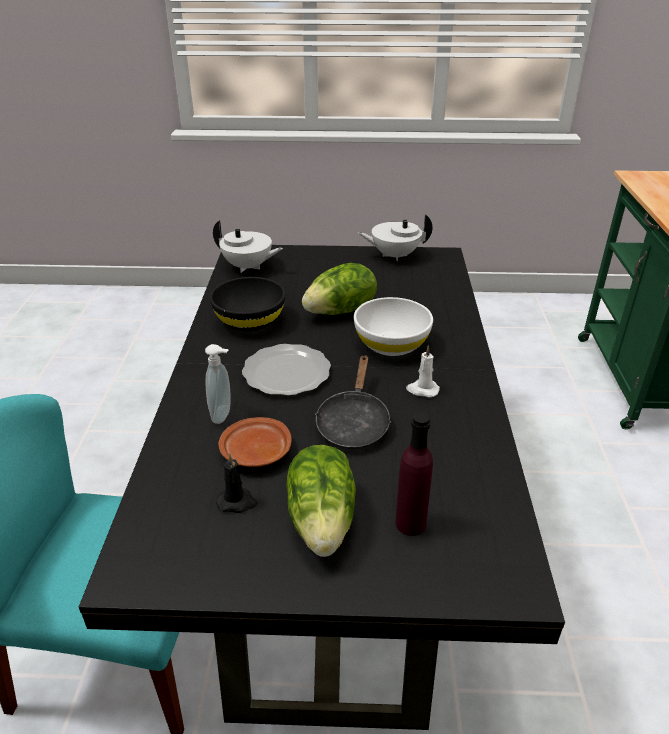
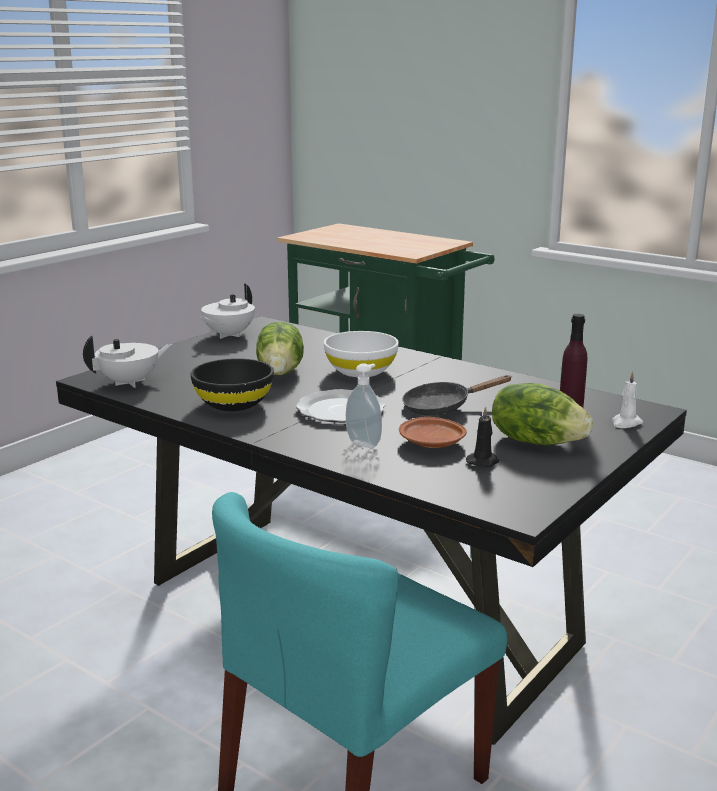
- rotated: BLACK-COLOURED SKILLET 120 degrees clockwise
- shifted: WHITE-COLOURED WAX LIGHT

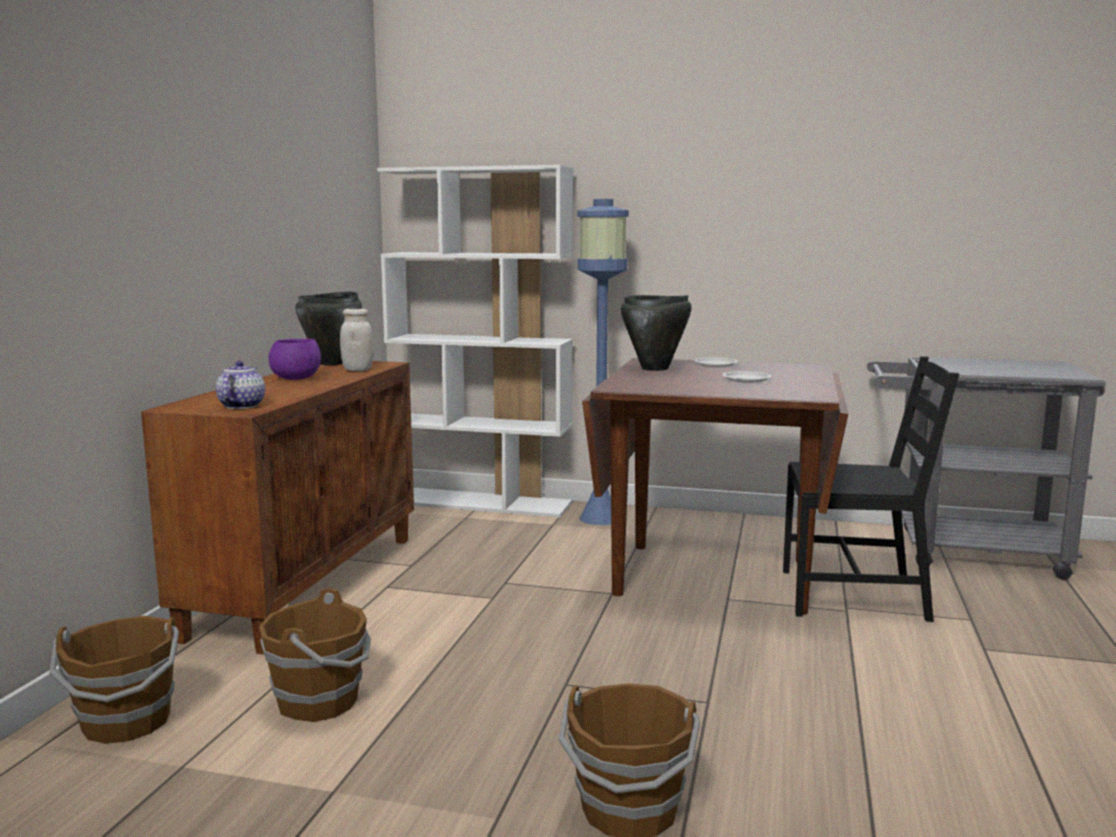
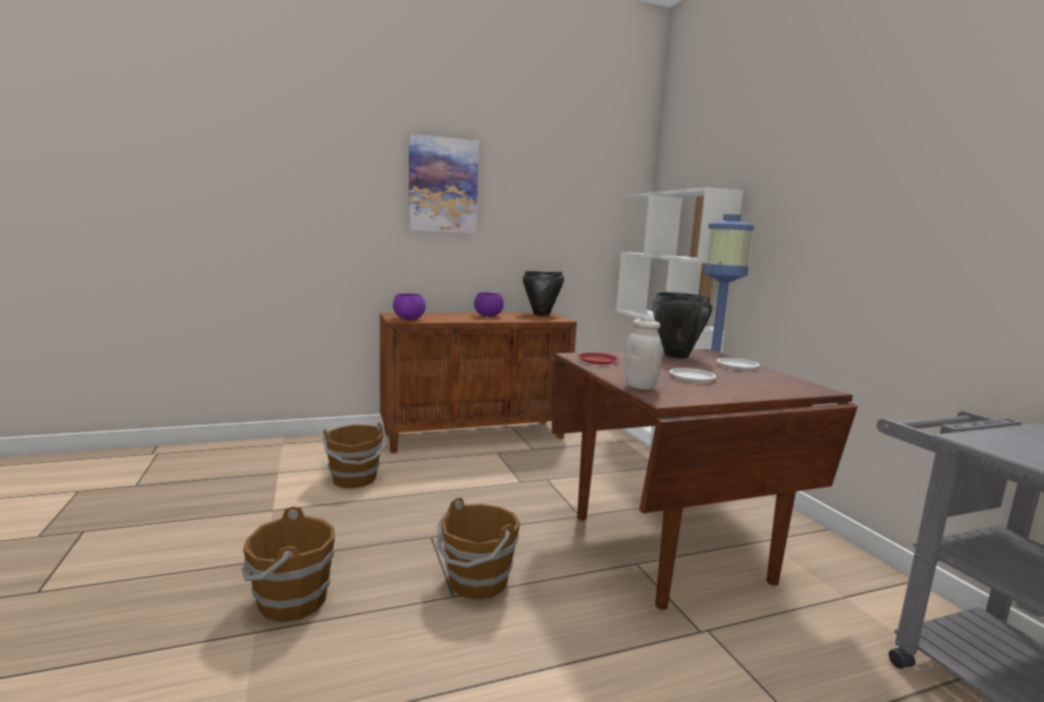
- shifted: BROWNISH BUCKET (no. 1 from left in the first image) to BROWNISH BUCKET (no. 3 from left)
- swapped: POT FOR TEA to PURPLE-COLOURED BOWL (no. 1 from left)
- shifted: WHITE-COLOURED PRESERVE JAR
- gone: BLACK-COLOURED PLAIN CHAIR
- new: PICTURE
- new: REDDISH PLATE

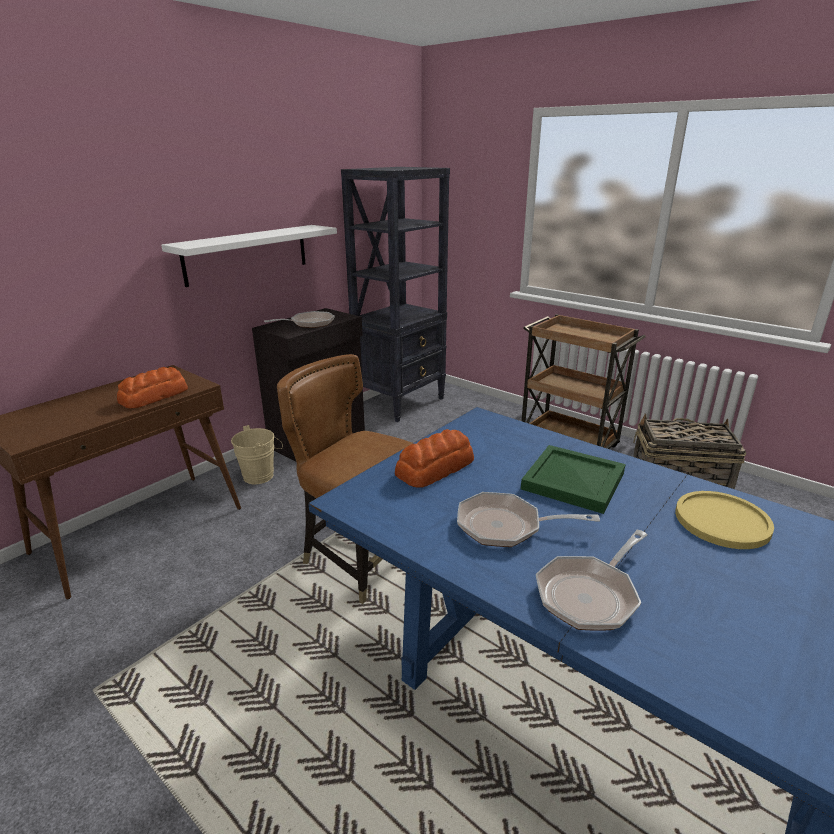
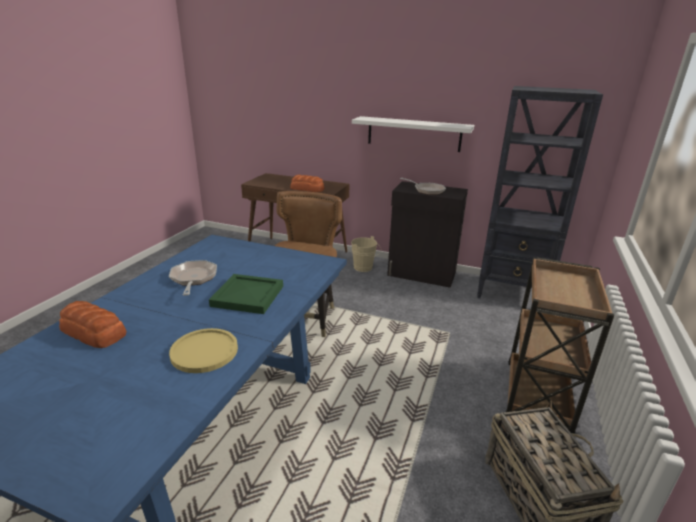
- shifted: BAKED BREAD (no. 2 from left in the first image) to BAKED BREAD (no. 1 from left)
- gone: SKILLET (no. 3 from left)

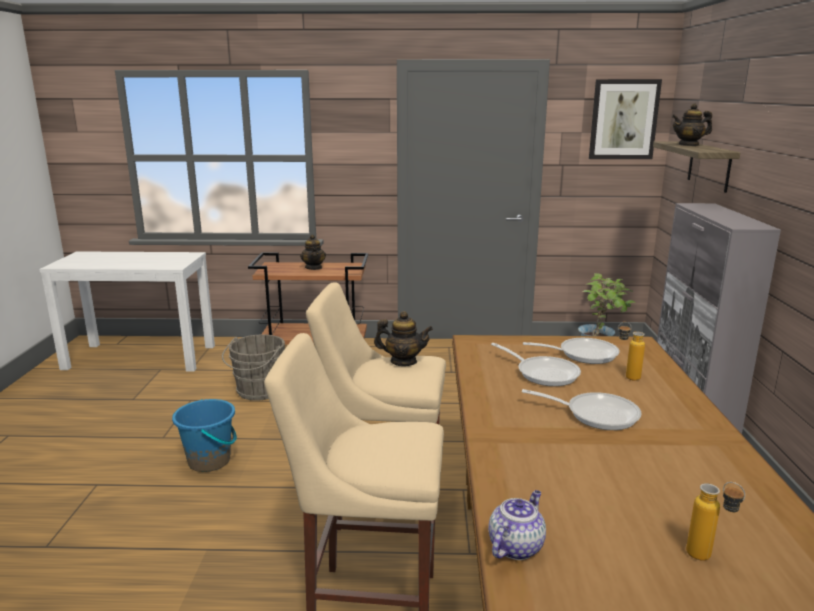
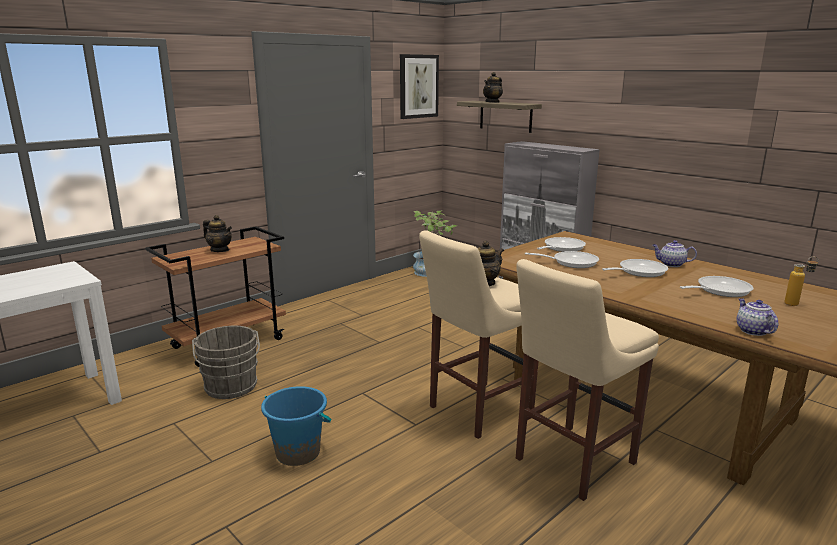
- gone: BEVERAGE BOTTLE (no. 1 from left)
- new: POT FOR TEA (no. 4 from left)
- new: SKILLET (no. 4 from left)

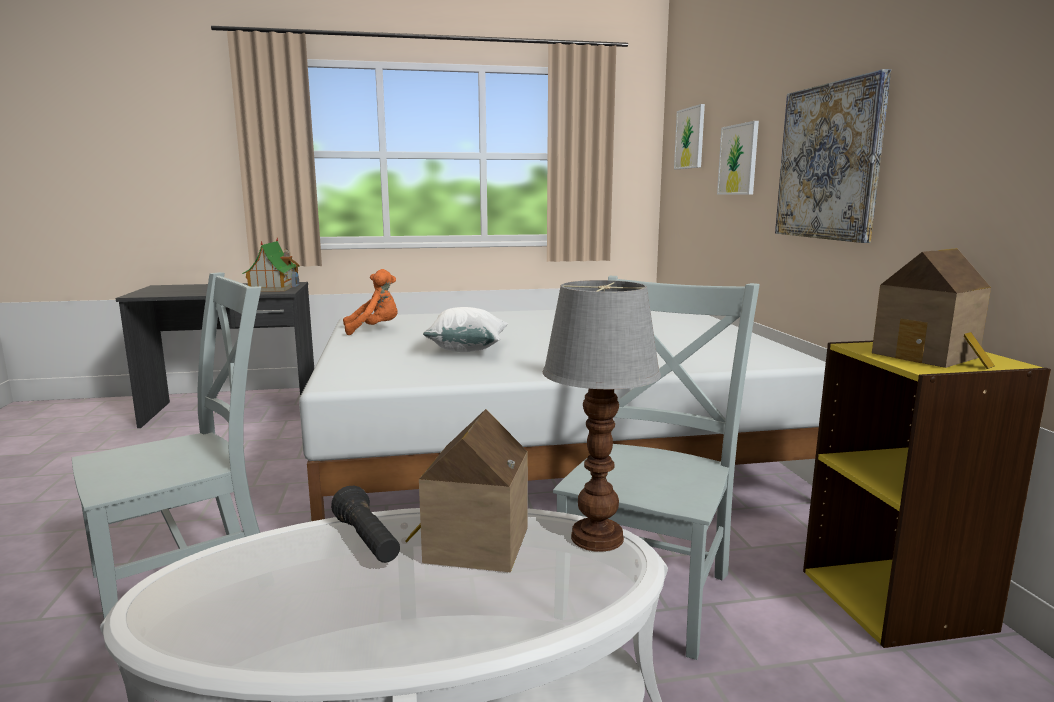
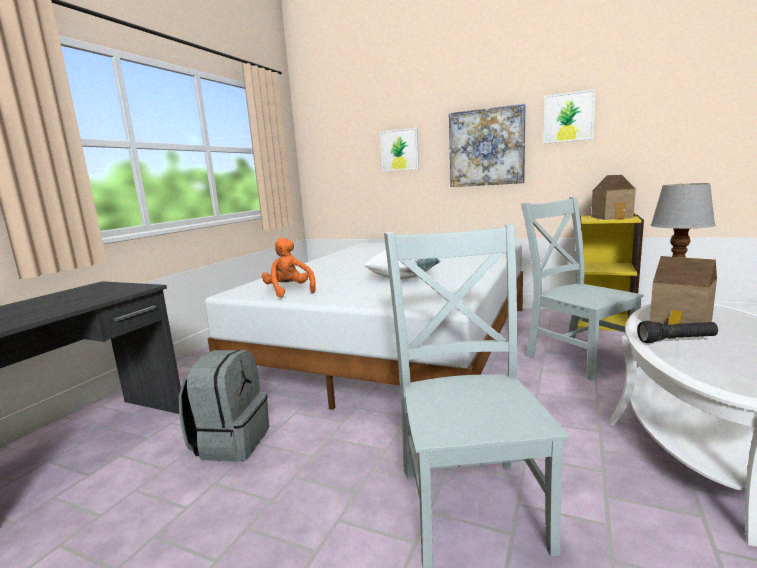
- gone: TOY HOUSE (no. 1 from left)
- rotated: ORANGEY CUDDLY TOY 45 degrees counterclockwise
- shifted: PICTURE (no. 1 from left in the first image) to PICTURE (no. 3 from left)
- new: GRAY RUCKSACK

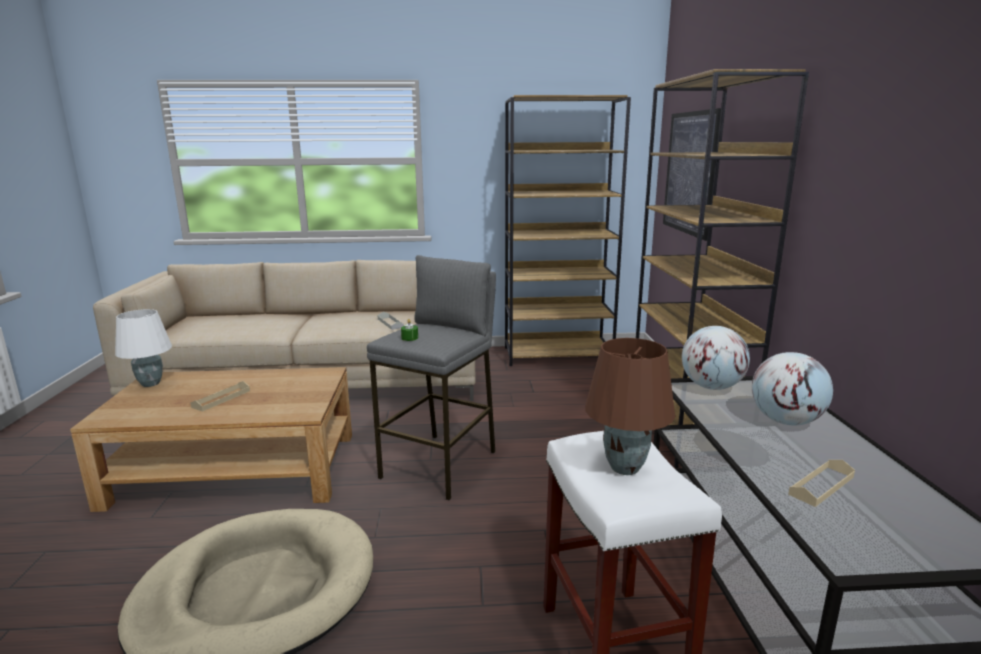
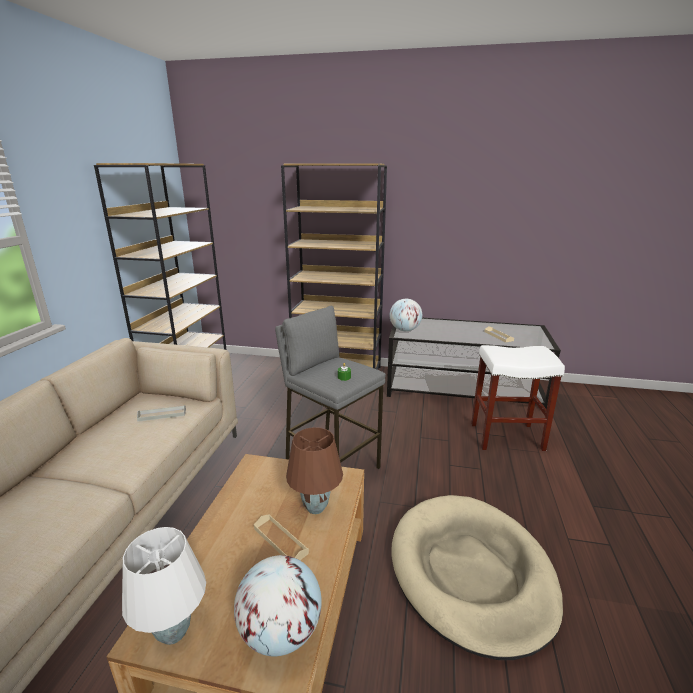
- shifted: BROWNISH TABLE LAMP
- gone: PICTURE
- shifted: WORLD GLOBE (no. 2 from left in the first image) to WORLD GLOBE (no. 1 from left)

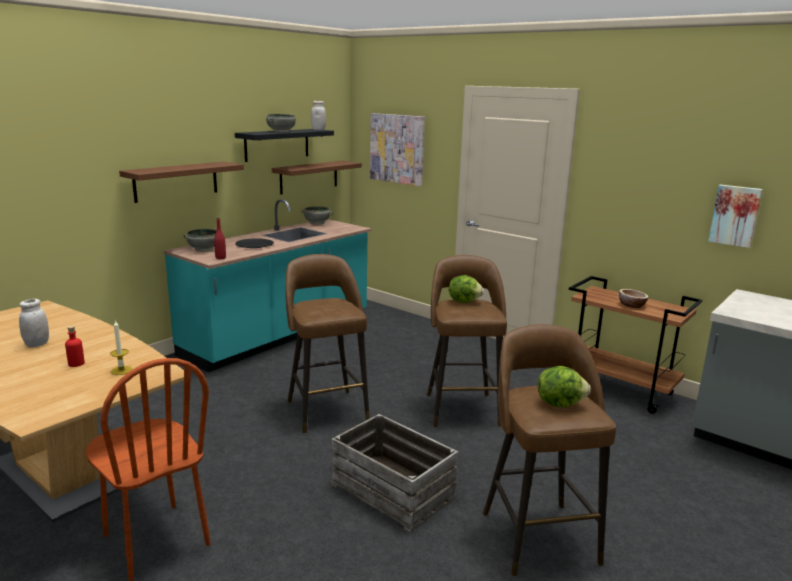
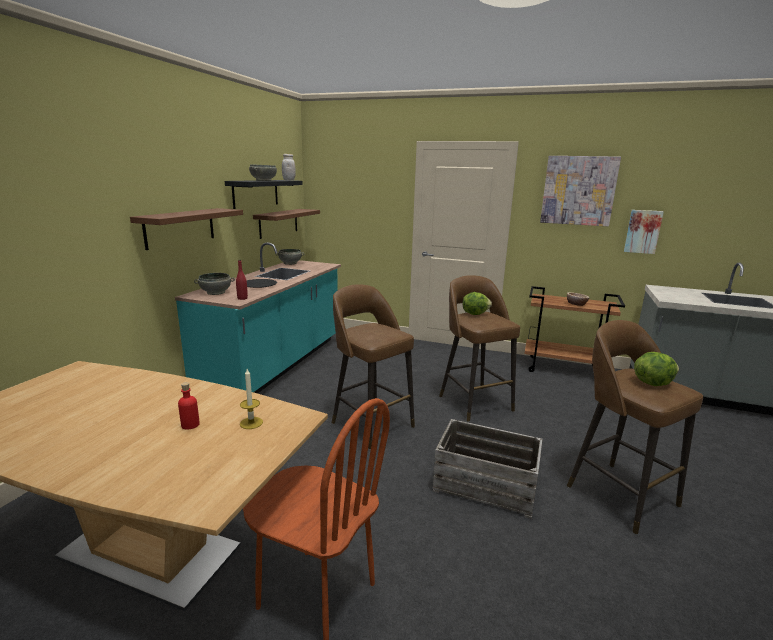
- gone: WHITE-COLOURED PRESERVE JAR (no. 1 from left)
- shifted: PICTURE (no. 1 from left)

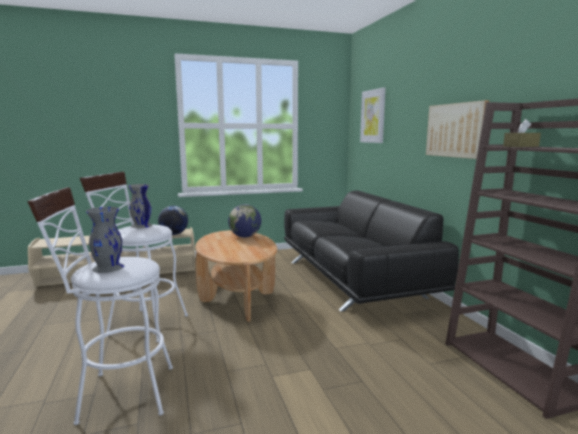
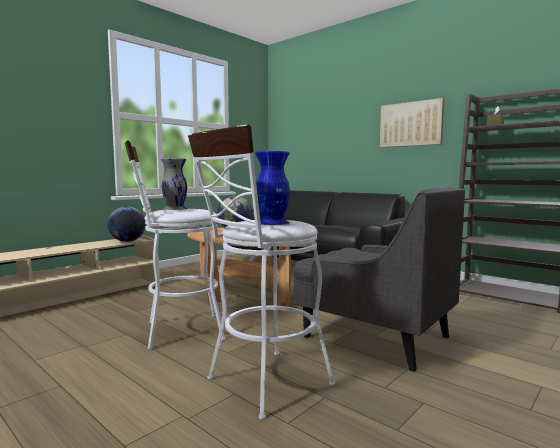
- repainted: GRAY VASE (no. 1 from left) to BLUE-COLOURED VASE
- gone: PICTURE (no. 1 from left)
- new: GRAY EASY CHAIR

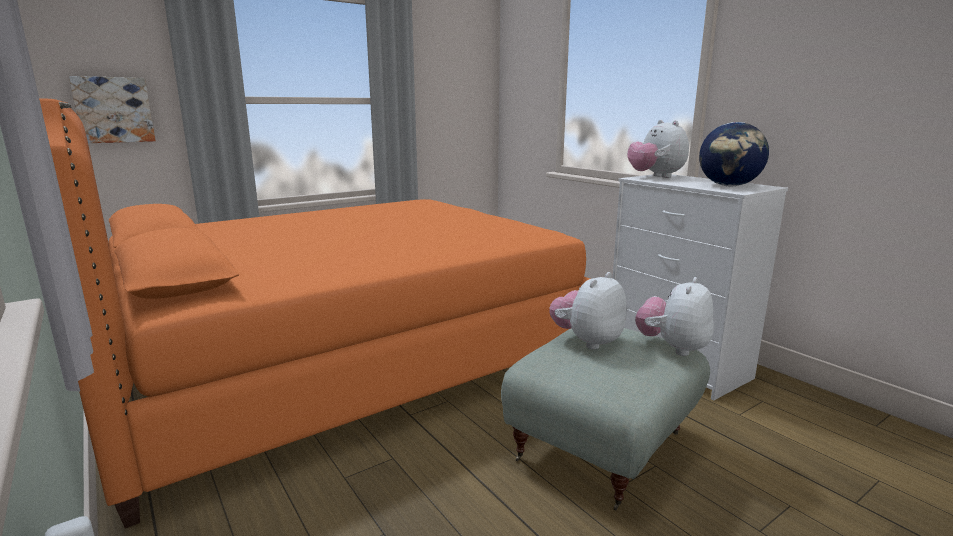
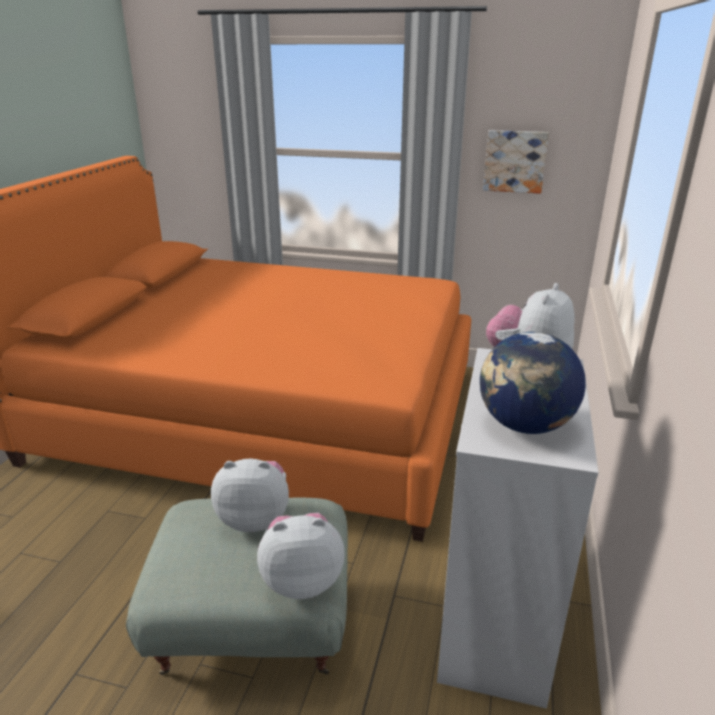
- shifted: PICTURE

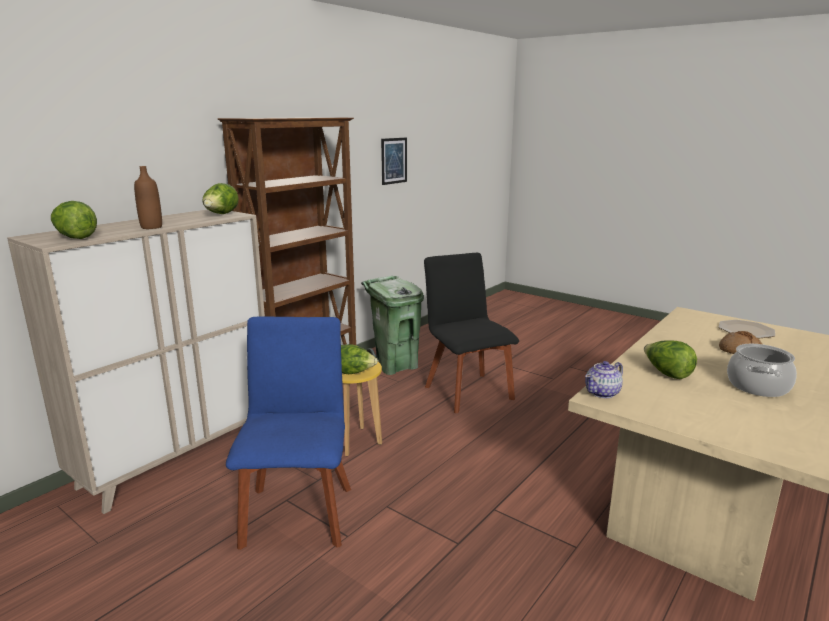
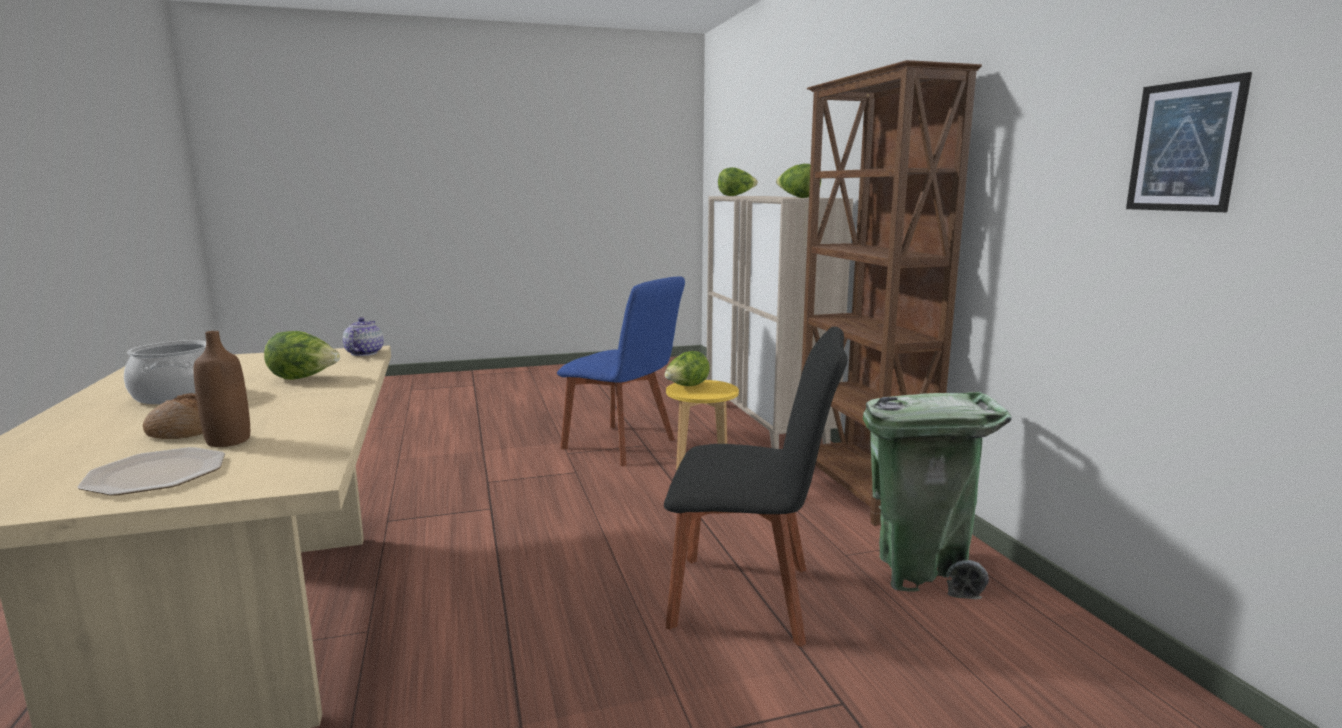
- shifted: BROWNISH BEVERAGE BOTTLE

